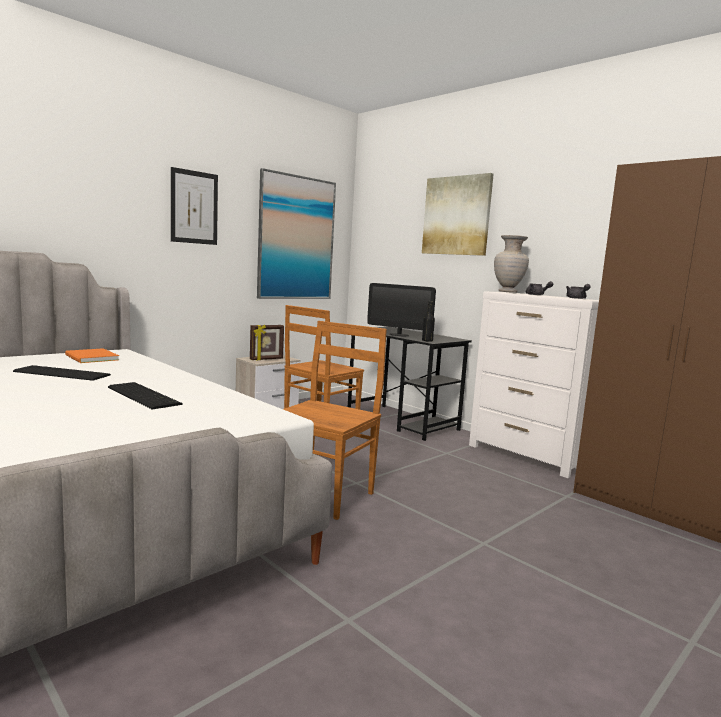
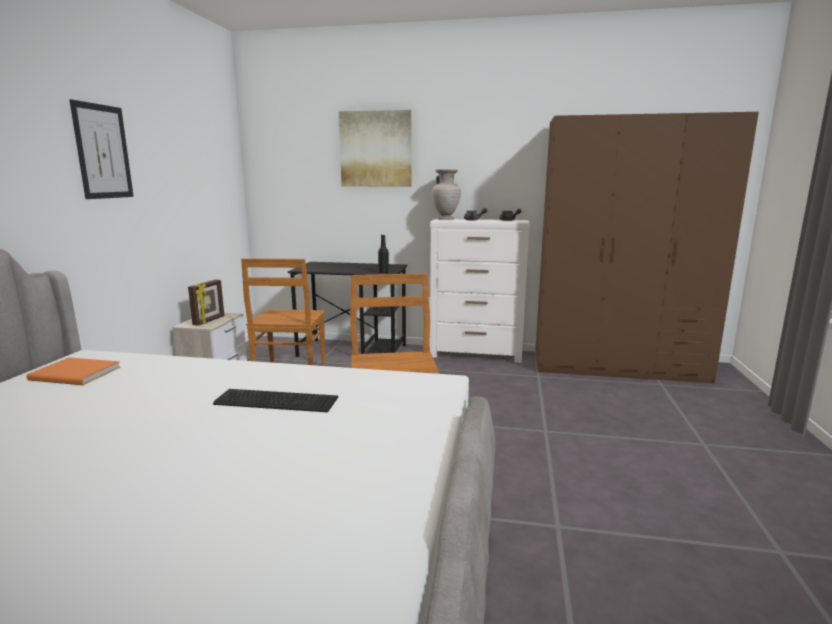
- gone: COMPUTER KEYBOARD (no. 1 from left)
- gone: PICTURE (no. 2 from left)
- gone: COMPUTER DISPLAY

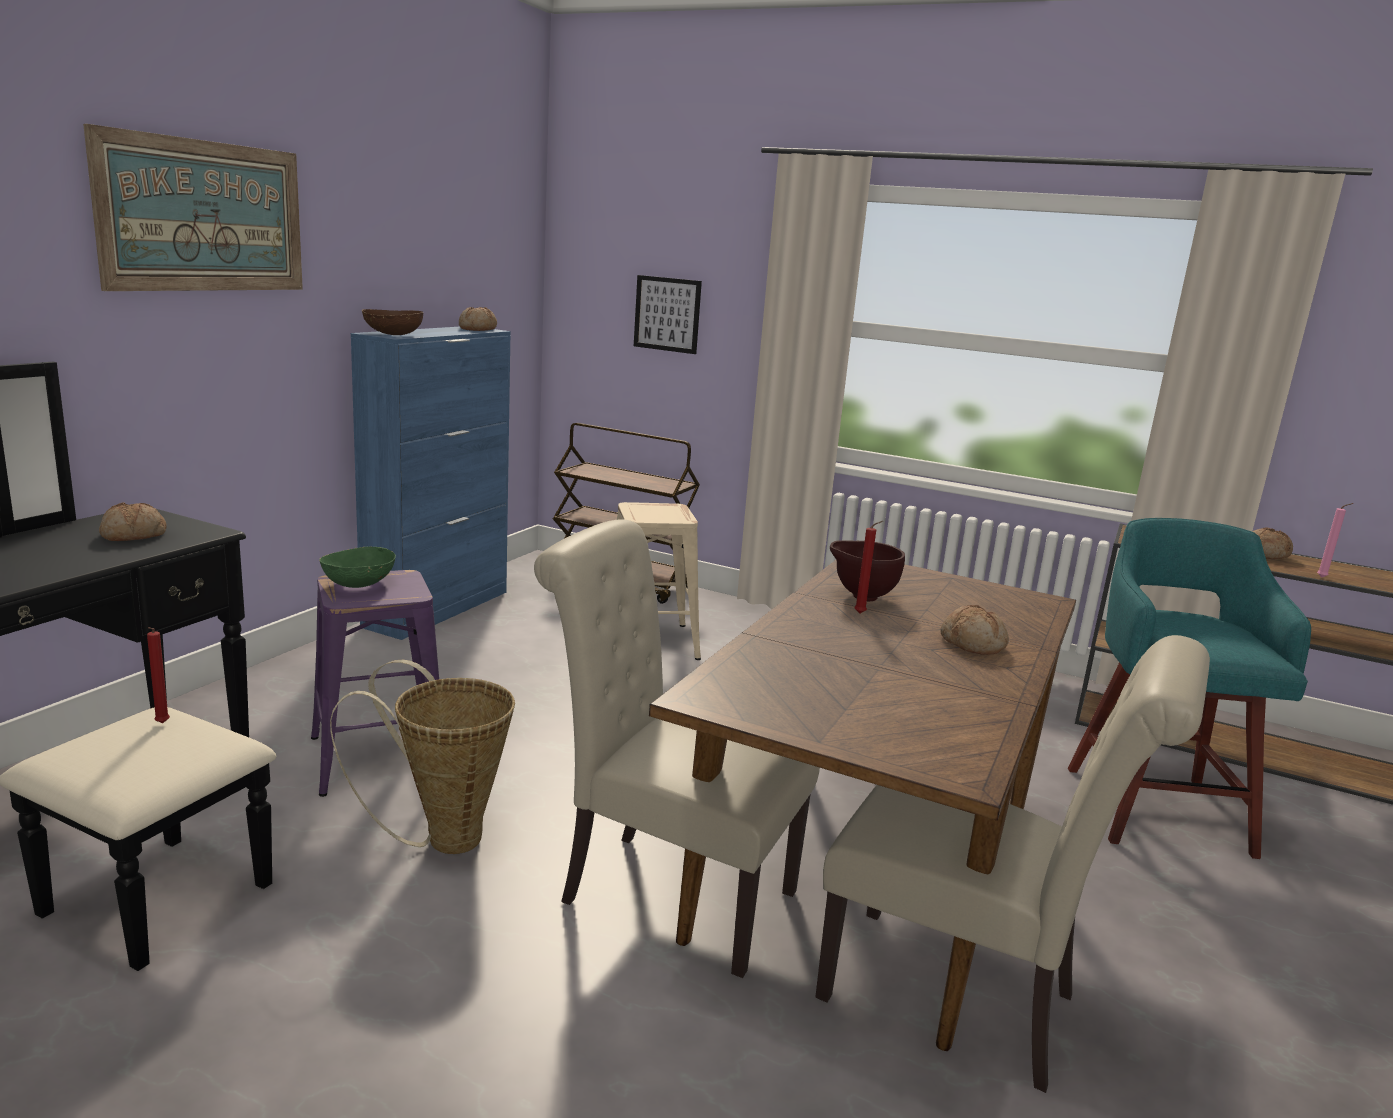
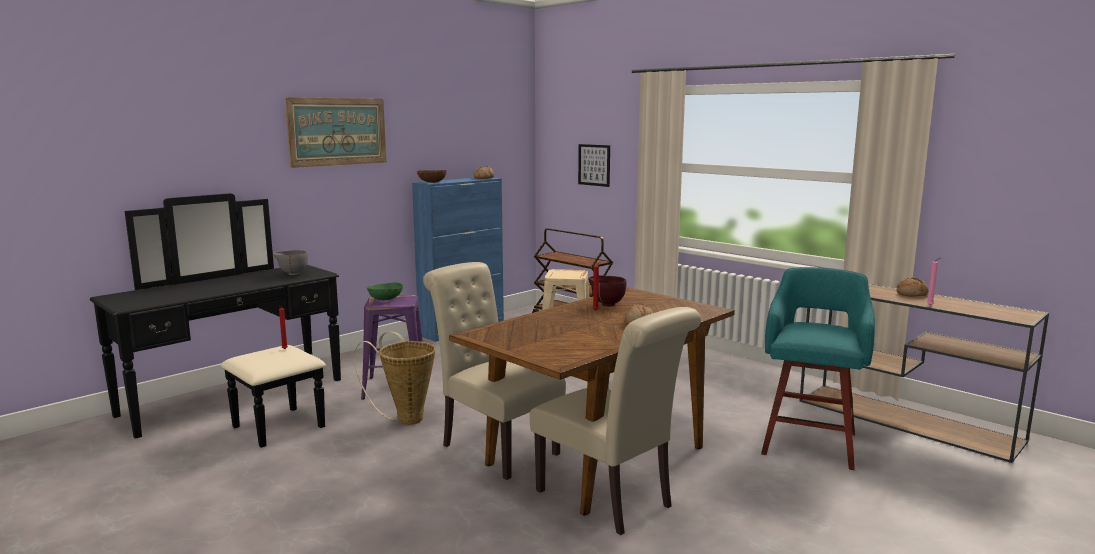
- swapped: BAKED BREAD (no. 1 from left) to GRAY BOWL

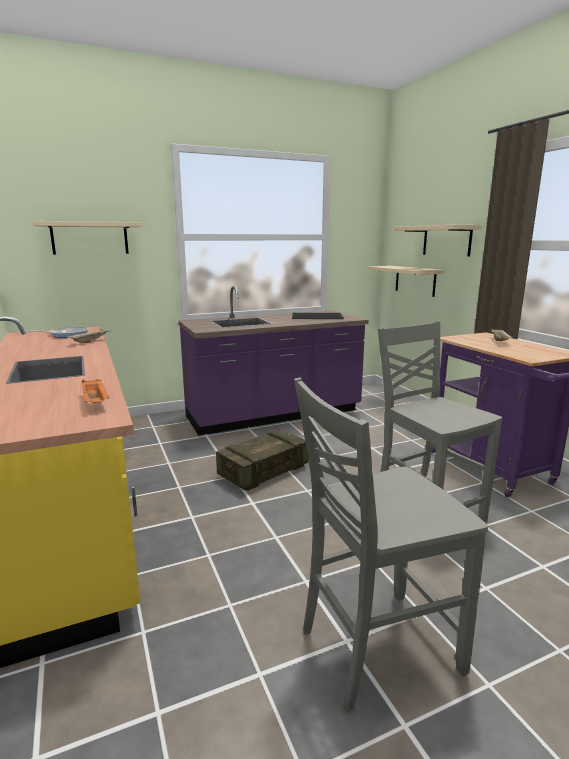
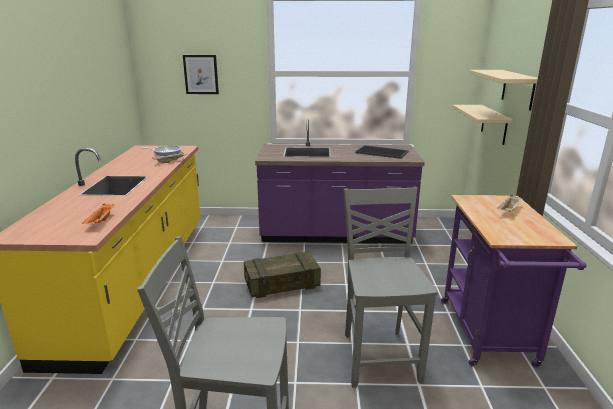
- swapped: BEIGE-COLOURED WALL SHELF (no. 1 from left) to PICTURE

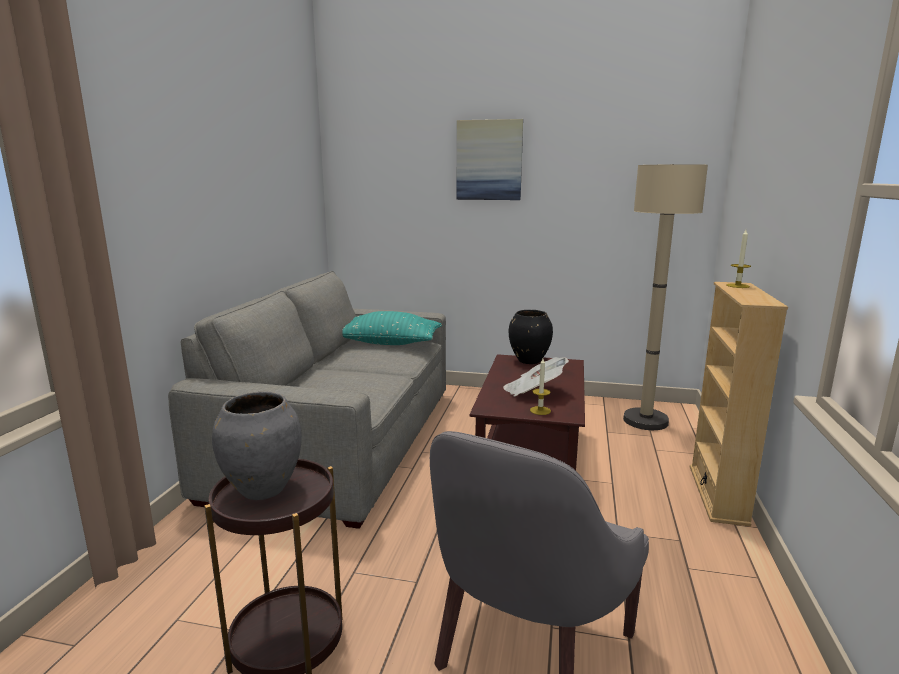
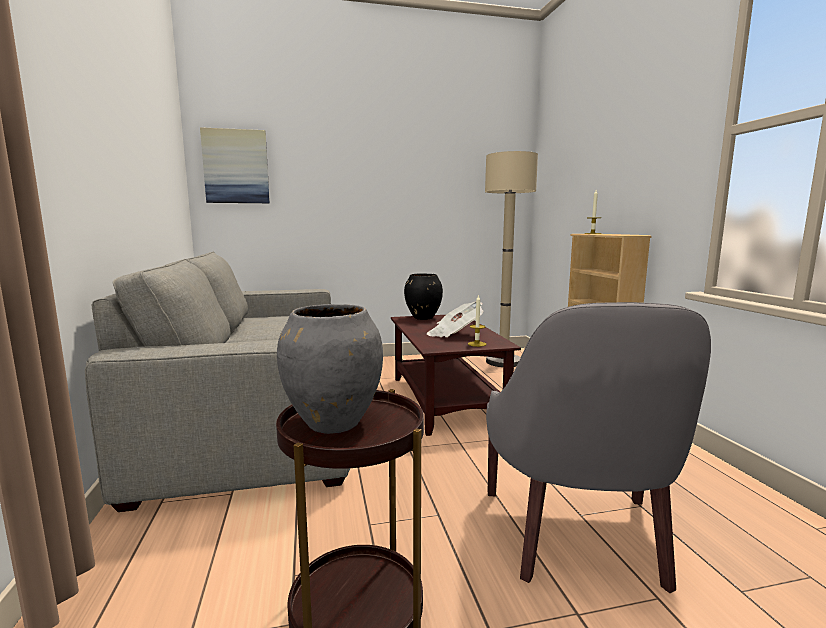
- gone: TURQUOISE CUSHION
- shifted: PICTURE

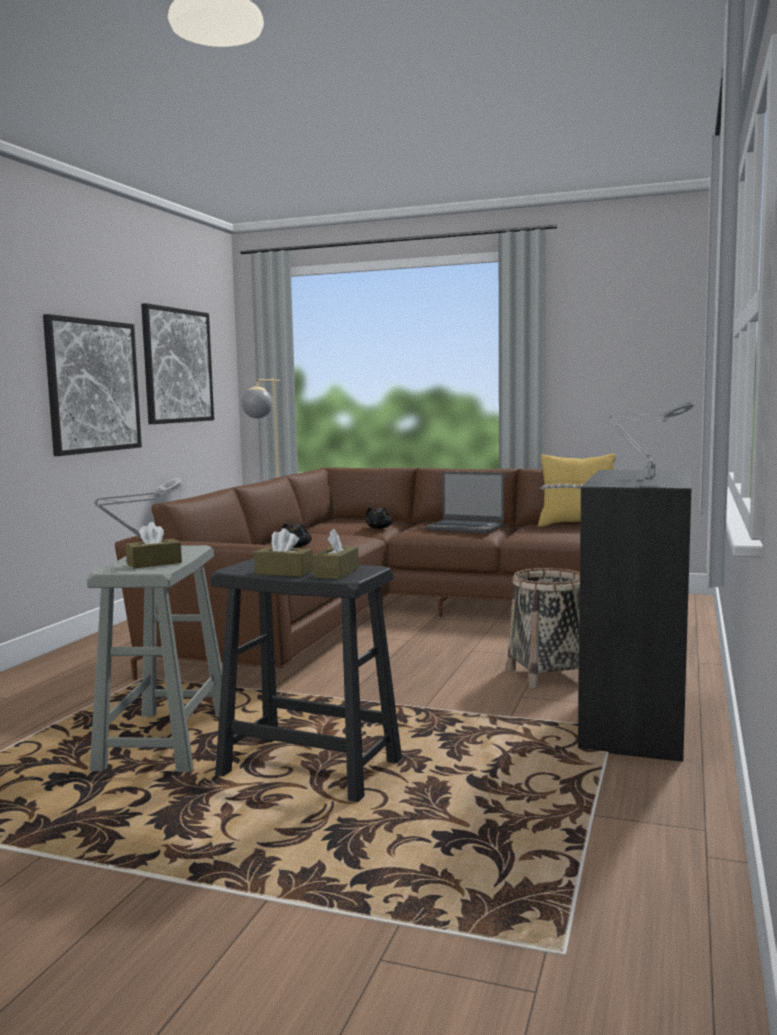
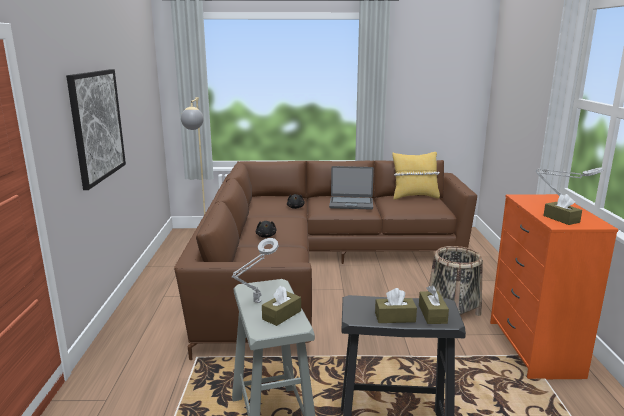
- gone: PICTURE (no. 2 from left)
- repainted: BLACK-COLOURED DRESSER to ORANGEY DRESSER
- new: BROWNISH BOX OF TISSUES (no. 4 from left)

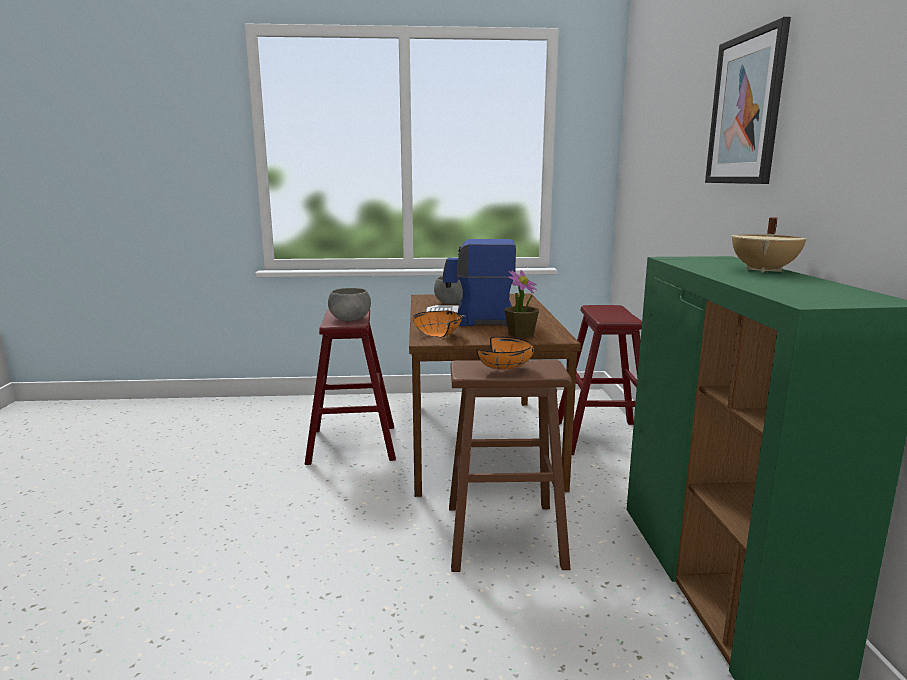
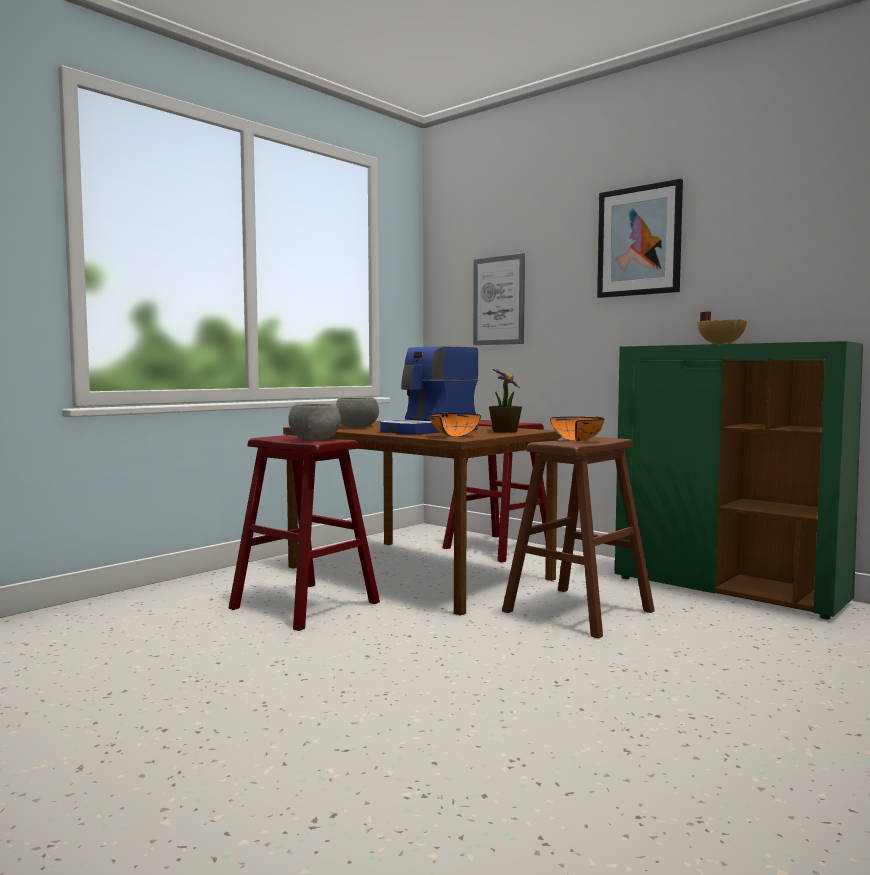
- new: PICTURE (no. 1 from left)

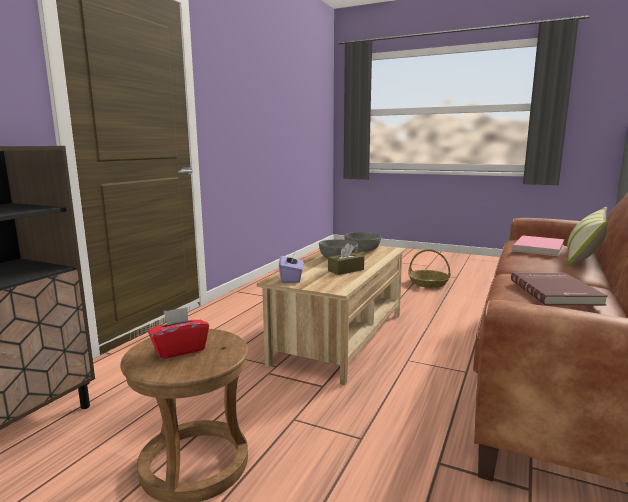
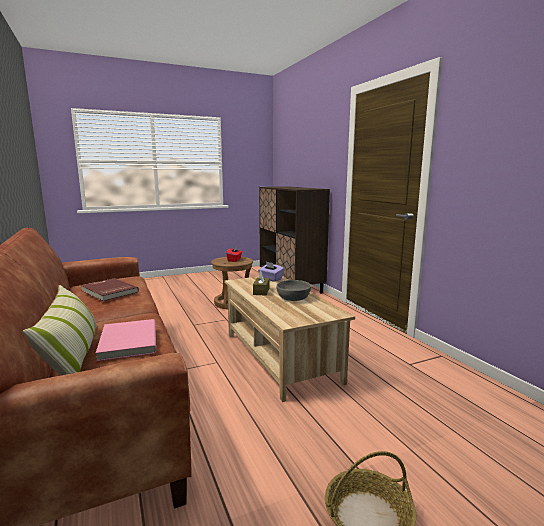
- gone: GRAY BOWL (no. 2 from left)

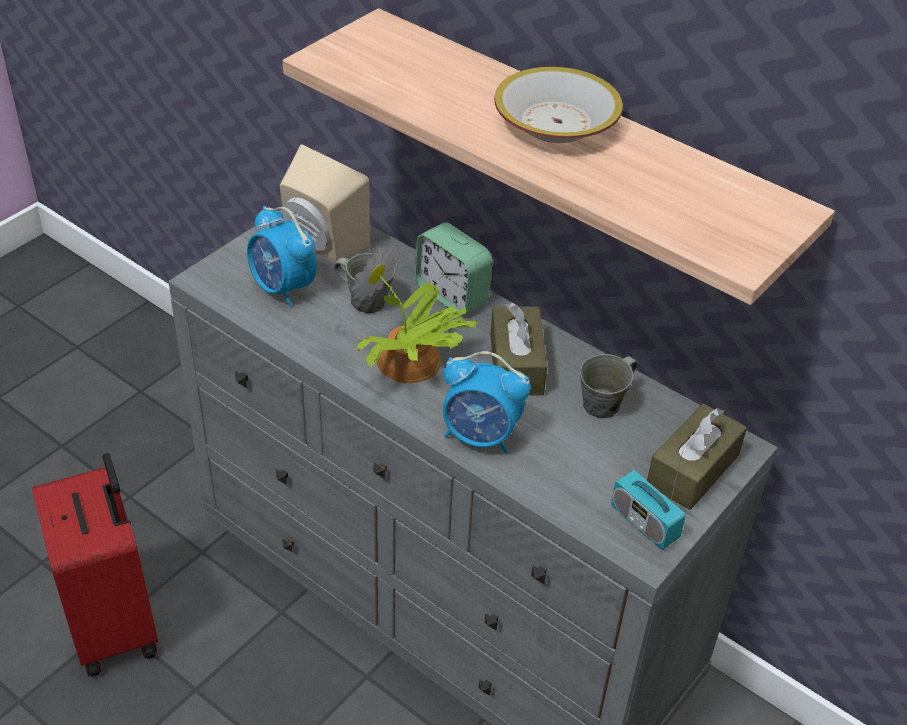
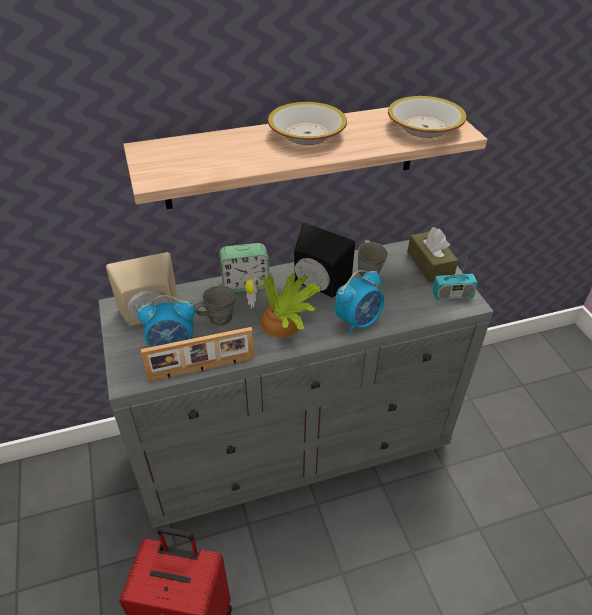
- swapped: BROWNISH BOX OF TISSUES (no. 1 from left) to BLACK-COLOURED SPEAKER
- new: PHOTO FRAME
- new: BOWL (no. 2 from left)

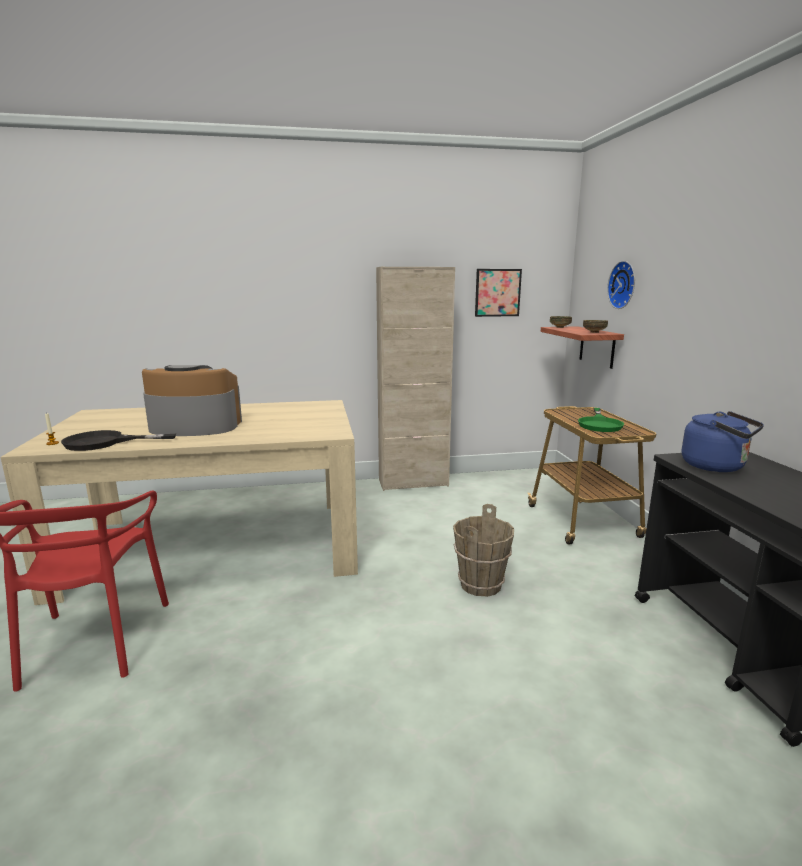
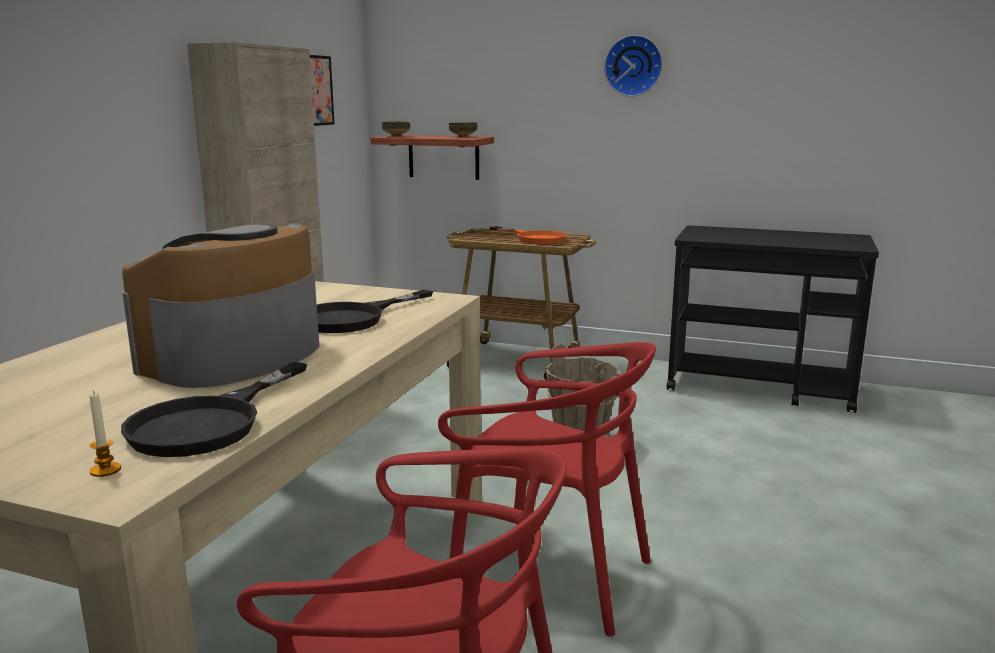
- repainted: GREENISH SKILLET to ORANGEY SKILLET
- shifted: HANGING CLOCK
- gone: BLUE-COLOURED KETTLE
- new: BLACK-COLOURED SKILLET (no. 2 from left)
- new: REDDISH PLAIN CHAIR (no. 2 from left)

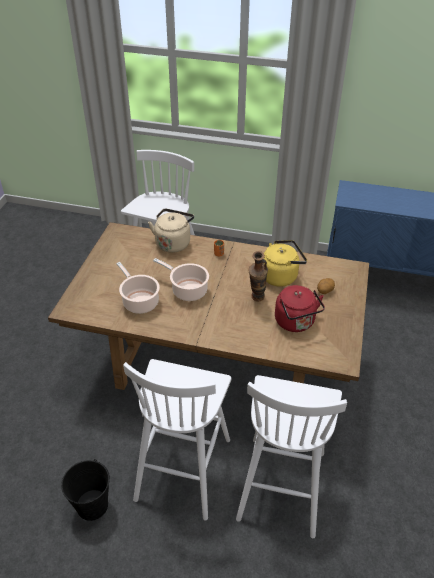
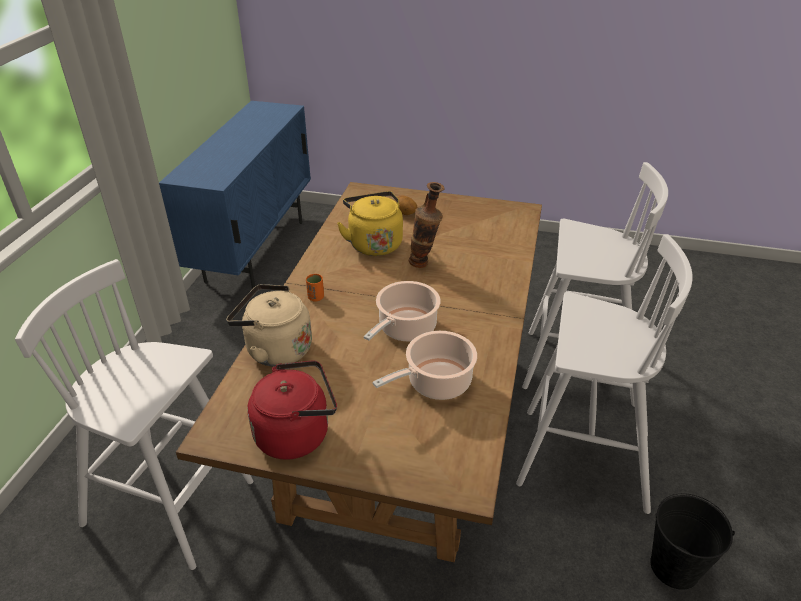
- shifted: REDDISH KETTLE

